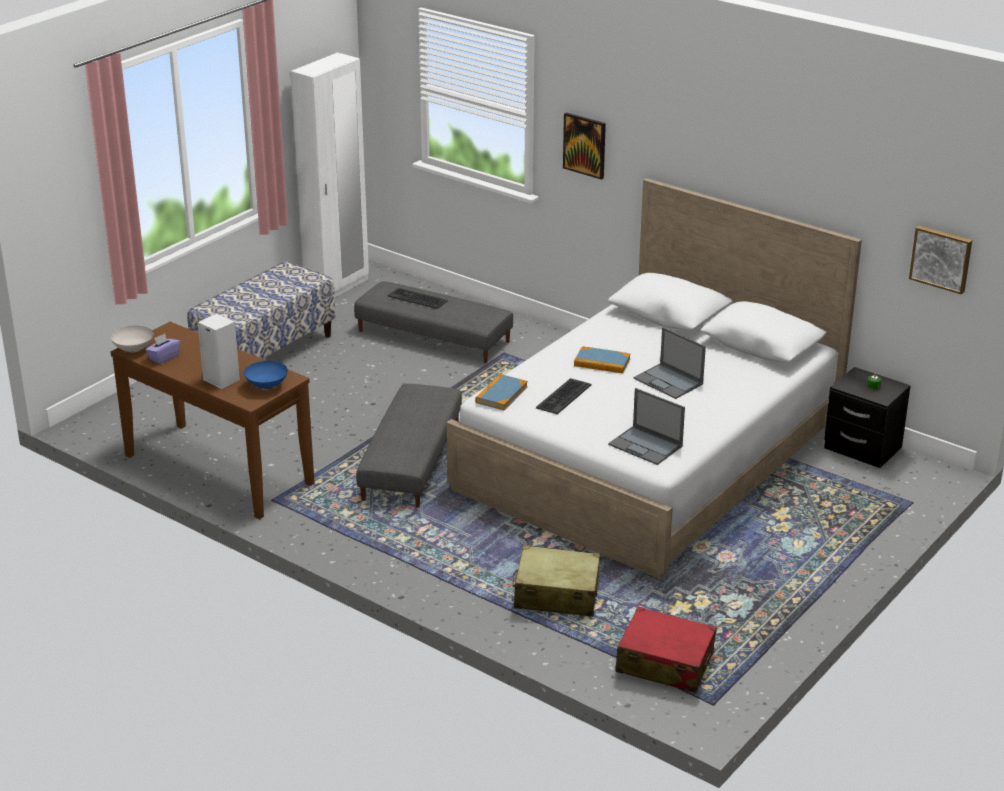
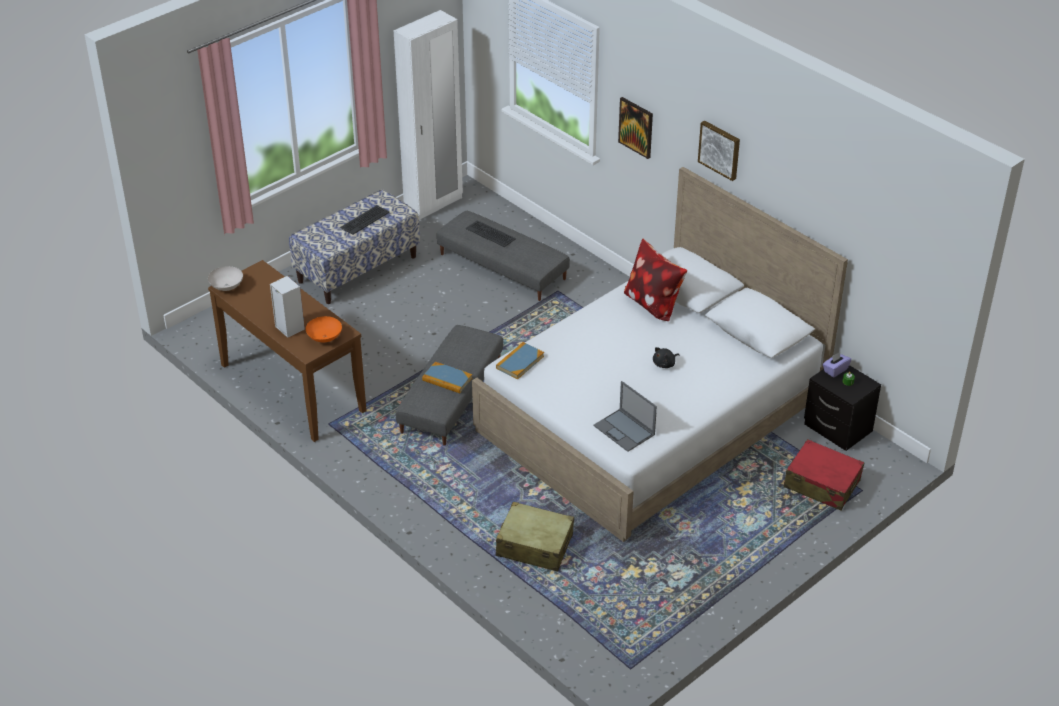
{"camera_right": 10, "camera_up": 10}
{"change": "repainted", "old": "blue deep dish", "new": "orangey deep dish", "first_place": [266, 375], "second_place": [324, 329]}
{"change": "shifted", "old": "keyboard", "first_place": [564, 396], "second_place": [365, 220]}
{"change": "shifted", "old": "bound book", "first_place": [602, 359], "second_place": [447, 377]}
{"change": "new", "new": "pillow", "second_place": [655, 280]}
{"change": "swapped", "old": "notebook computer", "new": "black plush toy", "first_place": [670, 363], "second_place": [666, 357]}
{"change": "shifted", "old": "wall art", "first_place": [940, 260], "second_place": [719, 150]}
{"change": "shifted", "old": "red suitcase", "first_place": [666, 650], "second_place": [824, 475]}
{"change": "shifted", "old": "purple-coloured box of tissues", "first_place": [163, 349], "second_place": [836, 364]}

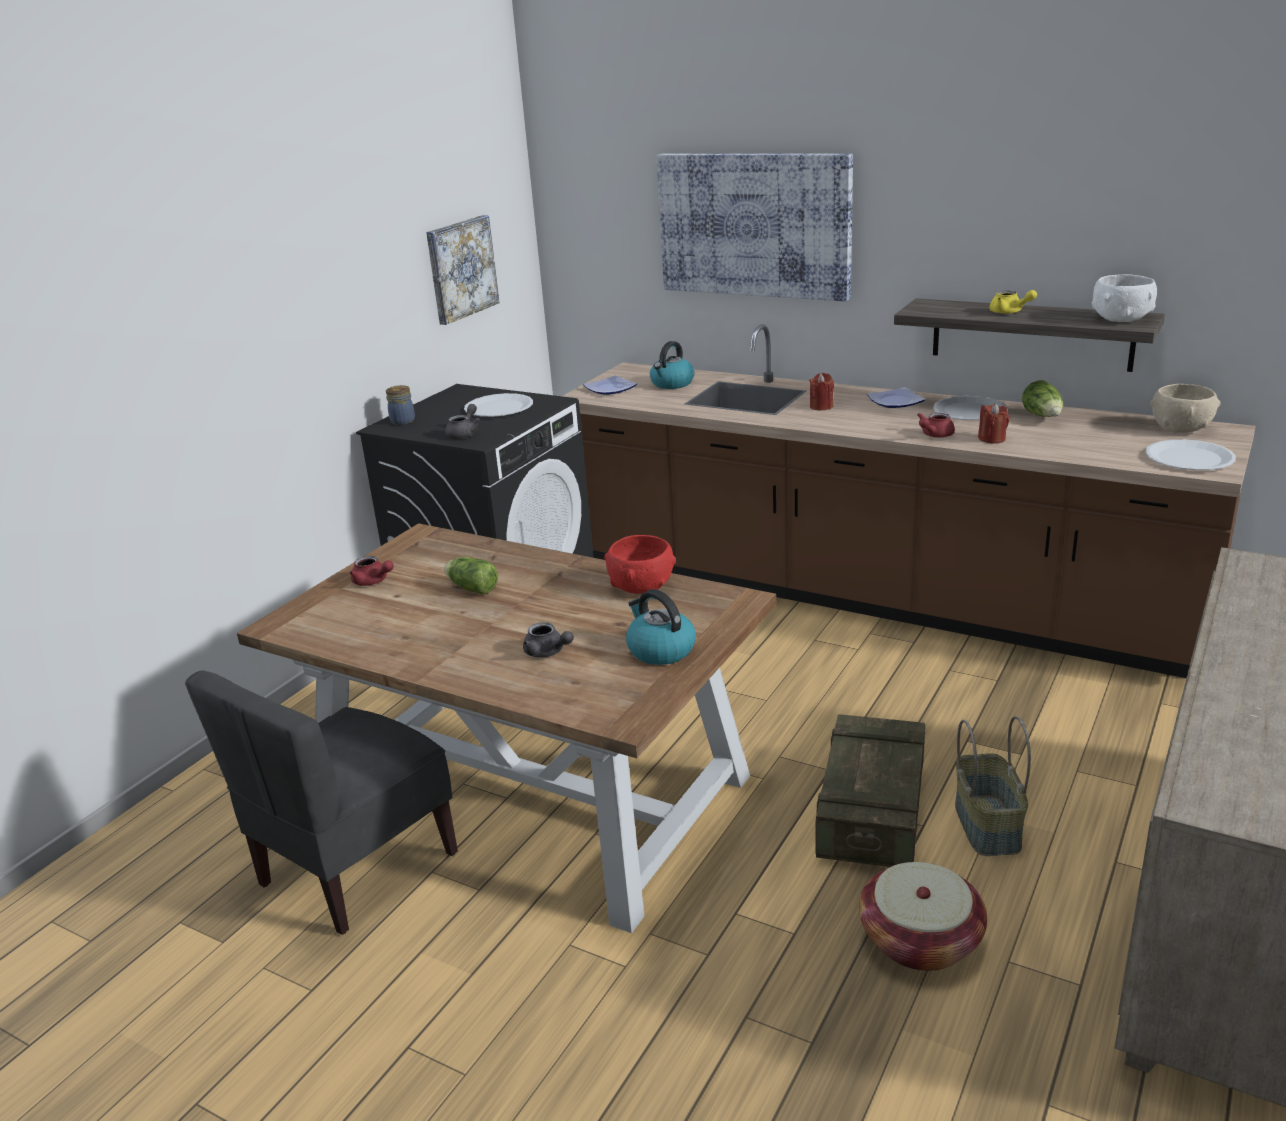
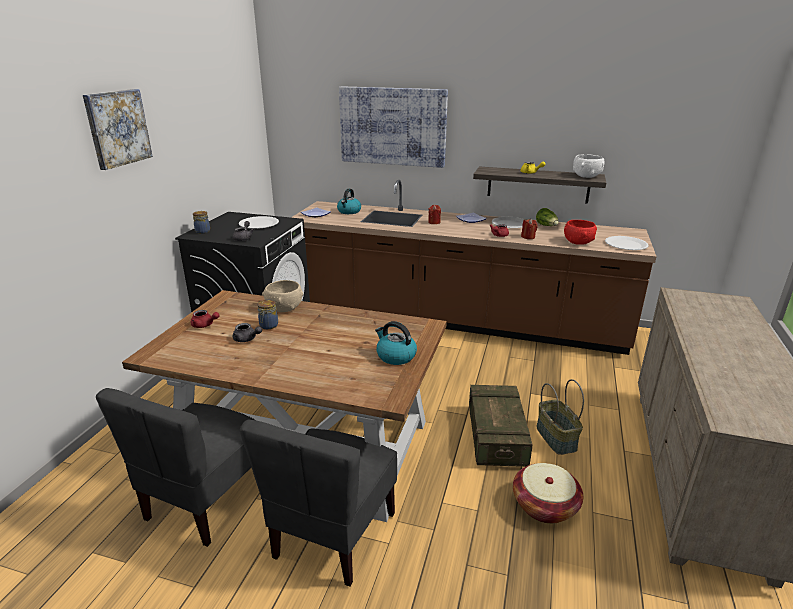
{"camera_right": -15, "camera_up": 0}
{"change": "shifted", "old": "wall art", "first_place": [462, 270], "second_place": [118, 129]}
{"change": "shifted", "old": "grey teapot", "first_place": [548, 640], "second_place": [247, 332]}
{"change": "new", "new": "grey chair", "second_place": [318, 503]}
{"change": "swapped", "old": "head of lettuce", "new": "preserve jar", "first_place": [471, 576], "second_place": [268, 314]}
{"change": "shifted", "old": "beige deep dish", "first_place": [1185, 408], "second_place": [282, 296]}
{"change": "shifted", "old": "red deep dish", "first_place": [640, 564], "second_place": [580, 232]}

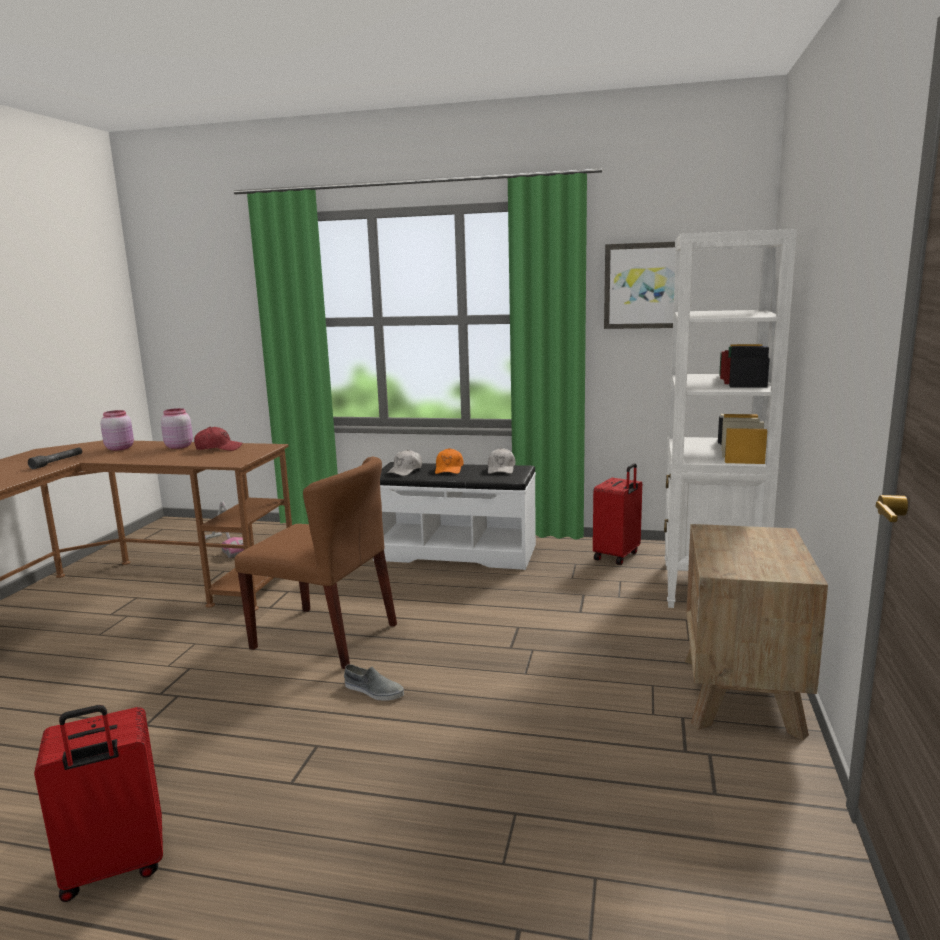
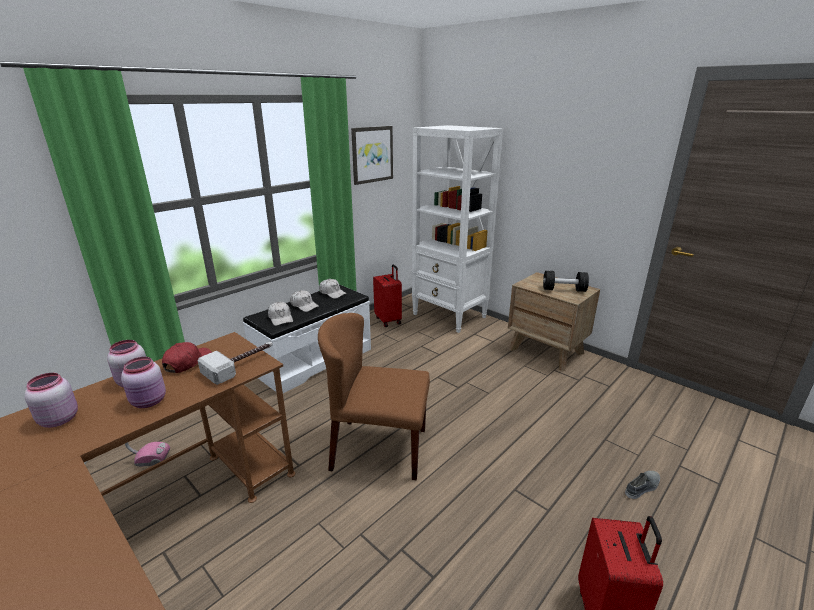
{"camera_right": -60, "camera_up": 10}
{"change": "new", "new": "pinkish preserve jar", "second_place": [143, 382]}
{"change": "new", "new": "hand hammer", "second_place": [235, 363]}
{"change": "repainted", "old": "orangey cap", "new": "whitish cap", "first_place": [449, 461], "second_place": [304, 301]}
{"change": "rotated", "old": "brown-coloured chair", "first_place": [316, 562], "second_place": [374, 396], "degrees": -135}
{"change": "new", "new": "black free weight", "second_place": [566, 281]}
{"change": "shifted", "old": "grey item of footwear", "first_place": [374, 682], "second_place": [642, 485]}
{"change": "gone", "old": "grey torch", "first_place": [55, 458]}

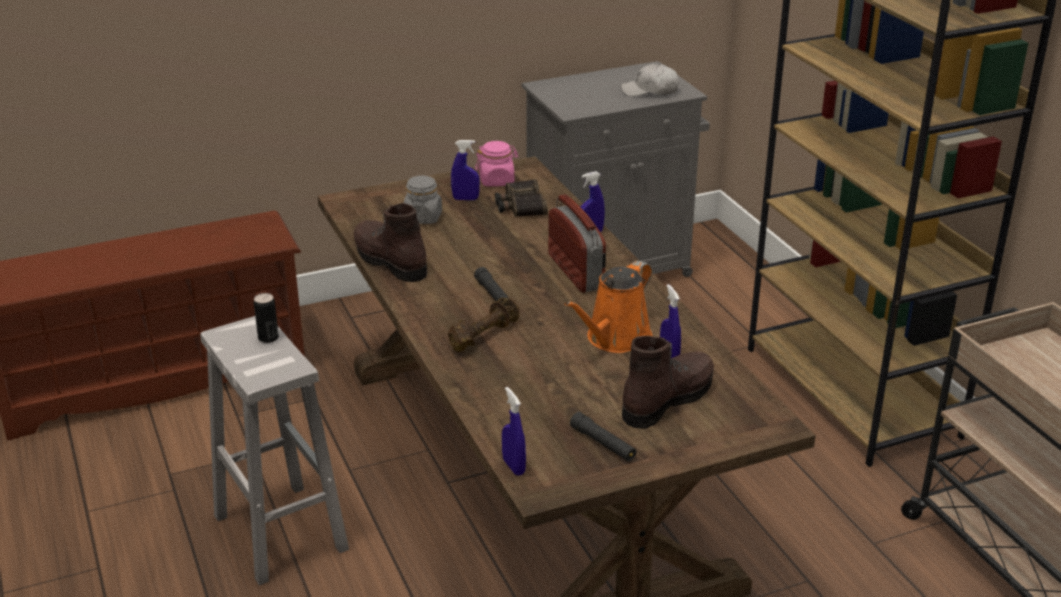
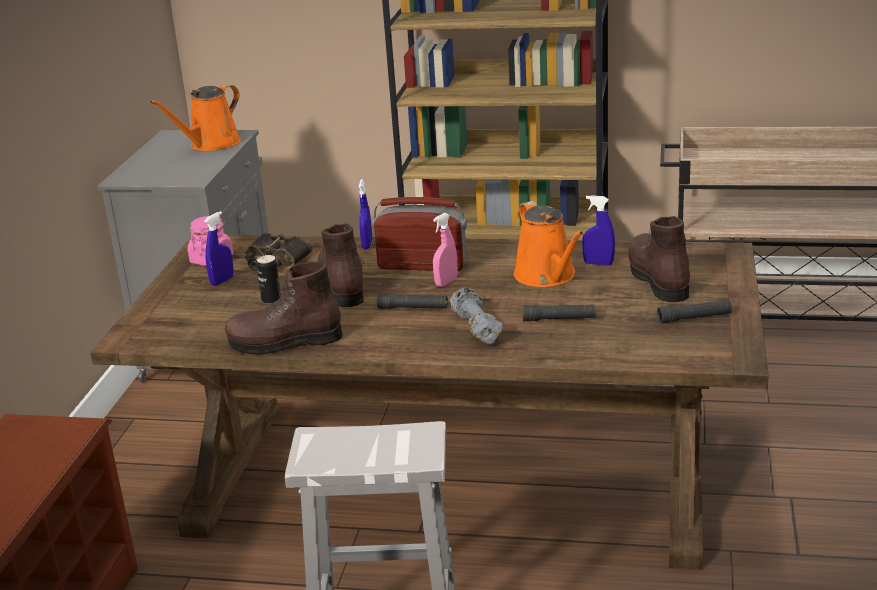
{"camera_right": -55, "camera_up": -5}
{"change": "swapped", "old": "whitish cap", "new": "orangey watering can", "first_place": [650, 79], "second_place": [195, 117]}
{"change": "shifted", "old": "can", "first_place": [266, 318], "second_place": [268, 279]}
{"change": "new", "new": "brown-coloured boot", "second_place": [341, 265]}
{"change": "new", "new": "pinkish hand sprayer", "second_place": [445, 250]}
{"change": "repainted", "old": "brown-coloured free weight", "new": "grey free weight", "first_place": [484, 325], "second_place": [476, 316]}
{"change": "new", "new": "black torch", "second_place": [559, 313]}
{"change": "gone", "old": "grey preserve jar", "first_place": [423, 200]}
{"change": "gone", "old": "blue hand sprayer", "first_place": [514, 431]}

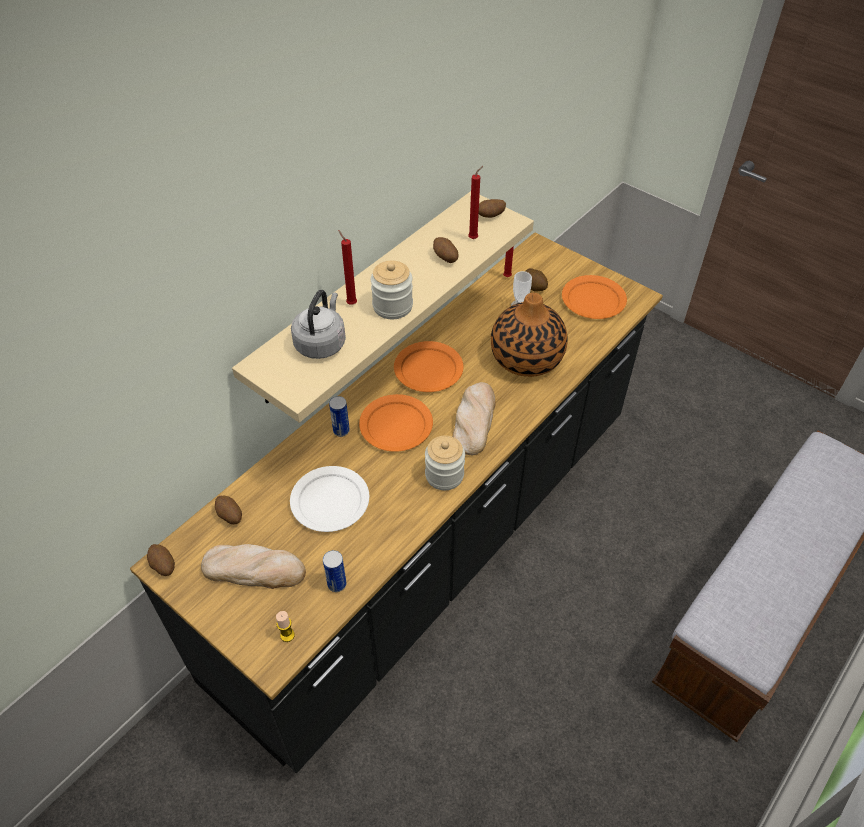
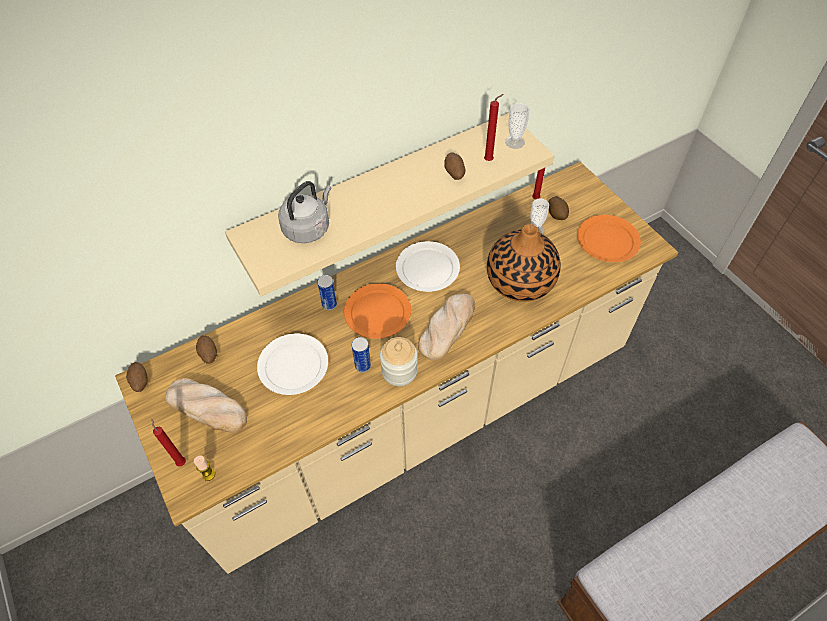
{"camera_right": 20, "camera_up": 5}
{"change": "repainted", "old": "black kitchen base unit", "new": "beige kitchen base unit", "first_place": [396, 502], "second_place": [396, 368]}
{"change": "shifted", "old": "red wax candle", "first_place": [347, 267], "second_place": [168, 442]}
{"change": "shifted", "old": "can", "first_place": [335, 571], "second_place": [361, 354]}
{"change": "repainted", "old": "orangey flat dish", "new": "whitish flat dish", "first_place": [429, 366], "second_place": [428, 266]}
{"change": "swapped", "old": "potato", "new": "small cup", "first_place": [492, 208], "second_place": [517, 126]}
{"change": "gone", "old": "preserve jar", "first_place": [392, 290]}

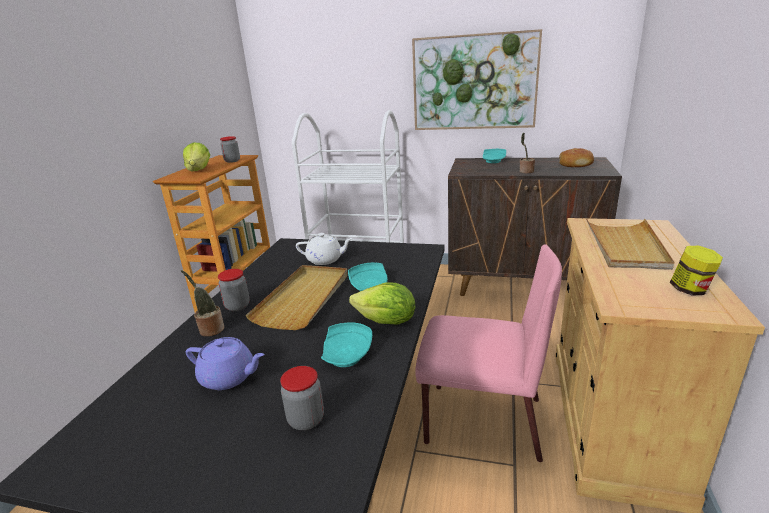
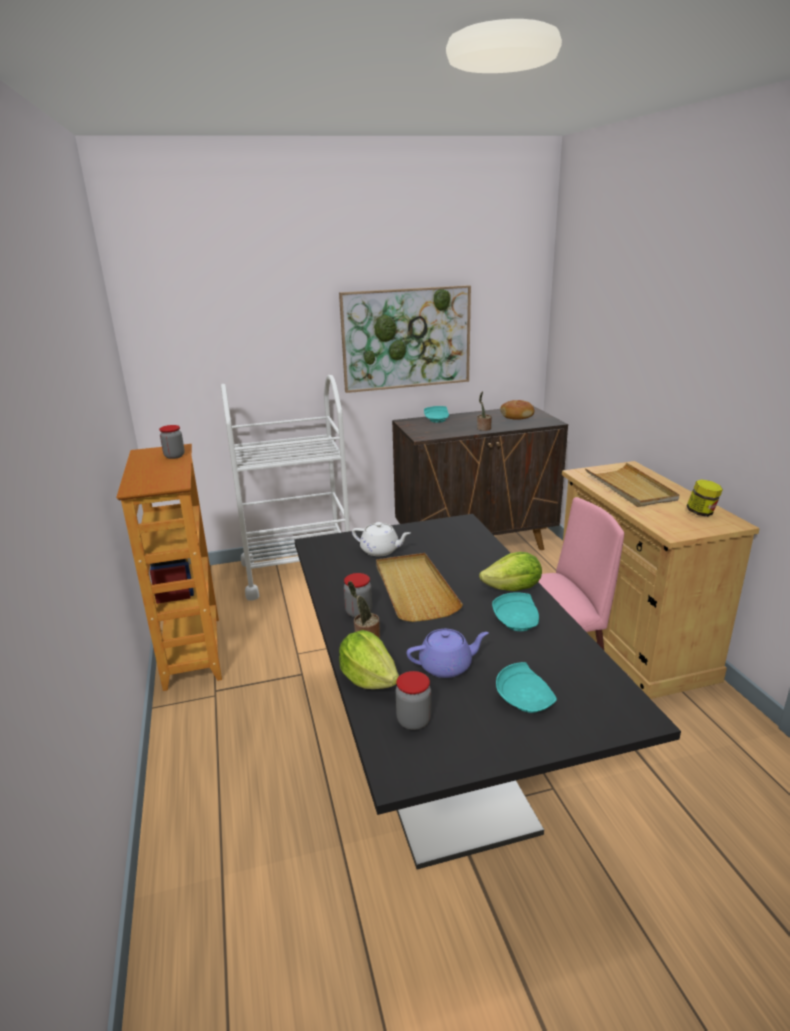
{"camera_right": -30, "camera_up": 0}
{"change": "shifted", "old": "head of lettuce", "first_place": [196, 157], "second_place": [369, 659]}
{"change": "rotated", "old": "whitish teapot", "first_place": [324, 249], "second_place": [381, 539], "degrees": 45}
{"change": "shifted", "old": "preserve jar", "first_place": [302, 398], "second_place": [413, 700]}
{"change": "shifted", "old": "blue-green flat dish", "first_place": [368, 276], "second_place": [526, 687]}

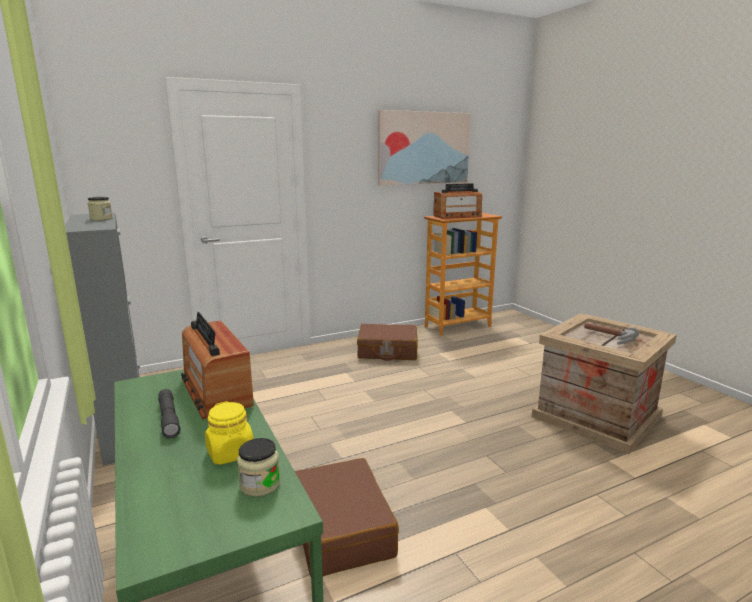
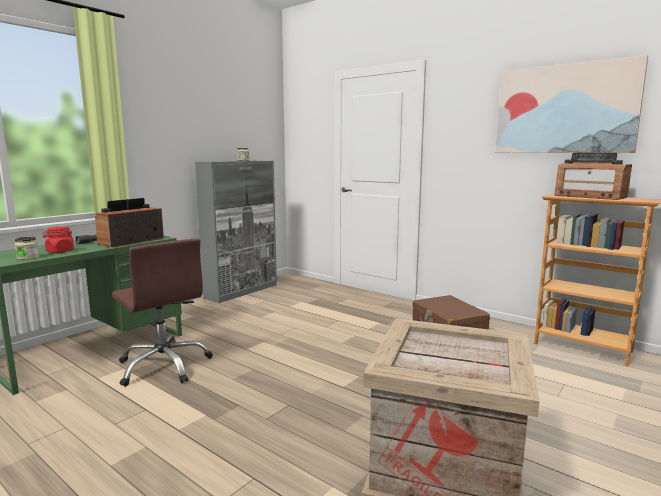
{"camera_right": 65, "camera_up": -5}
{"change": "repainted", "old": "yellowish preserve jar", "new": "red preserve jar", "first_place": [229, 433], "second_place": [58, 240]}
{"change": "swapped", "old": "brown-coloured suitcase", "new": "brown-coloured computer chair", "first_place": [347, 517], "second_place": [162, 312]}
{"change": "gone", "old": "hand hammer", "first_place": [611, 333]}

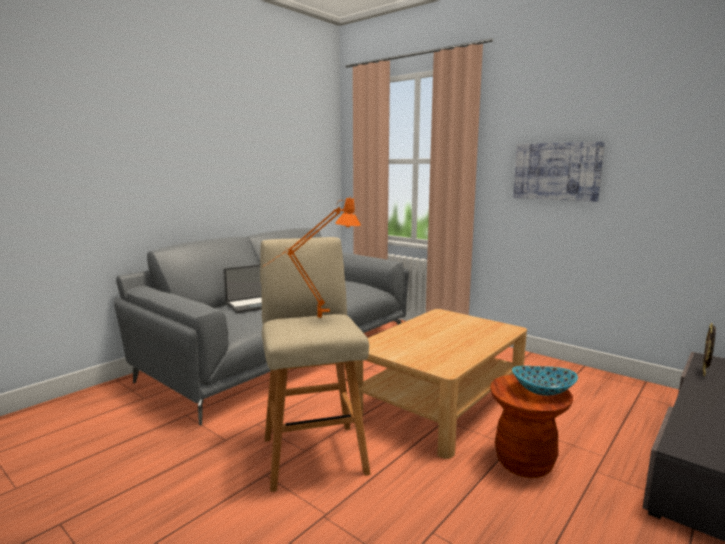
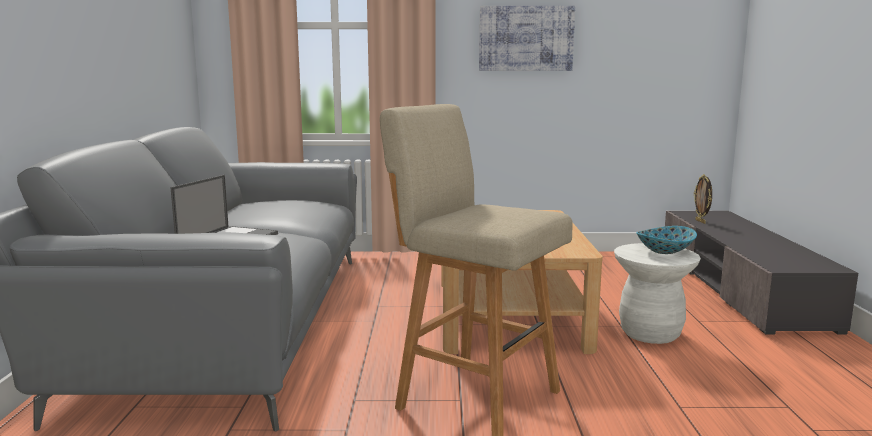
{"camera_right": -40, "camera_up": 0}
{"change": "repainted", "old": "brown-coloured stool seat", "new": "whitish stool seat", "first_place": [531, 426], "second_place": [657, 293]}
{"change": "gone", "old": "orangey table lamp", "first_place": [312, 258]}

